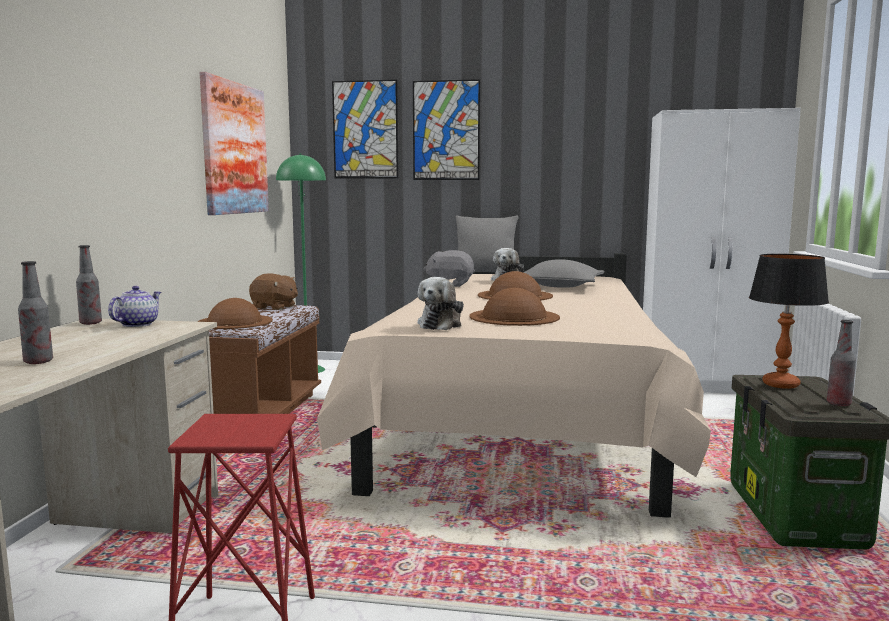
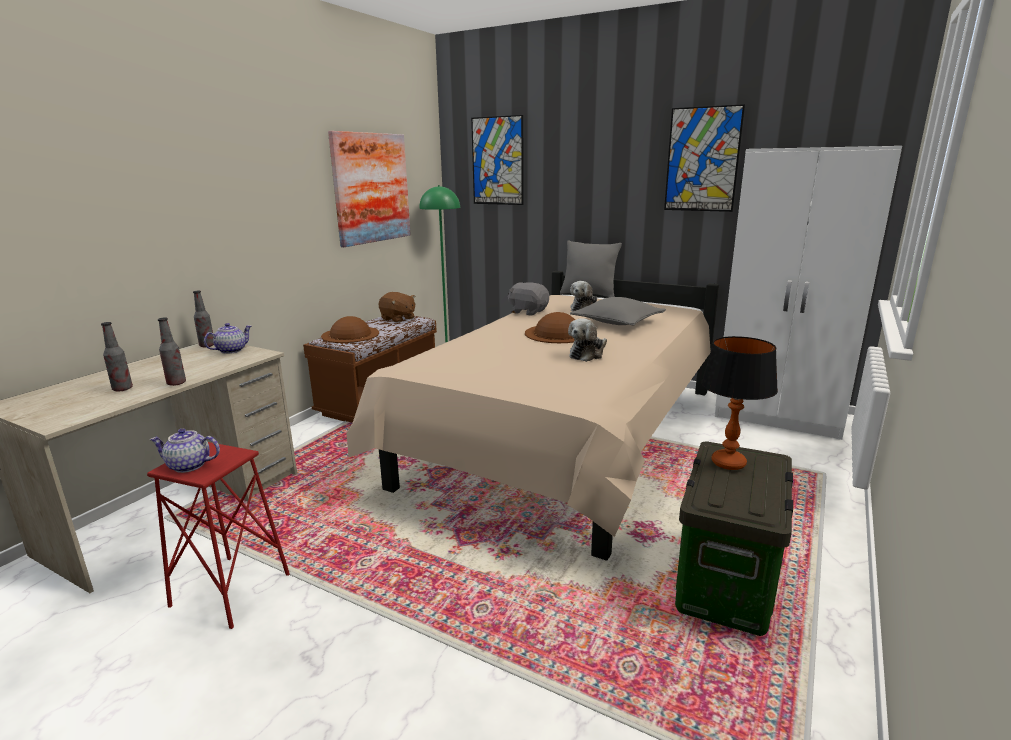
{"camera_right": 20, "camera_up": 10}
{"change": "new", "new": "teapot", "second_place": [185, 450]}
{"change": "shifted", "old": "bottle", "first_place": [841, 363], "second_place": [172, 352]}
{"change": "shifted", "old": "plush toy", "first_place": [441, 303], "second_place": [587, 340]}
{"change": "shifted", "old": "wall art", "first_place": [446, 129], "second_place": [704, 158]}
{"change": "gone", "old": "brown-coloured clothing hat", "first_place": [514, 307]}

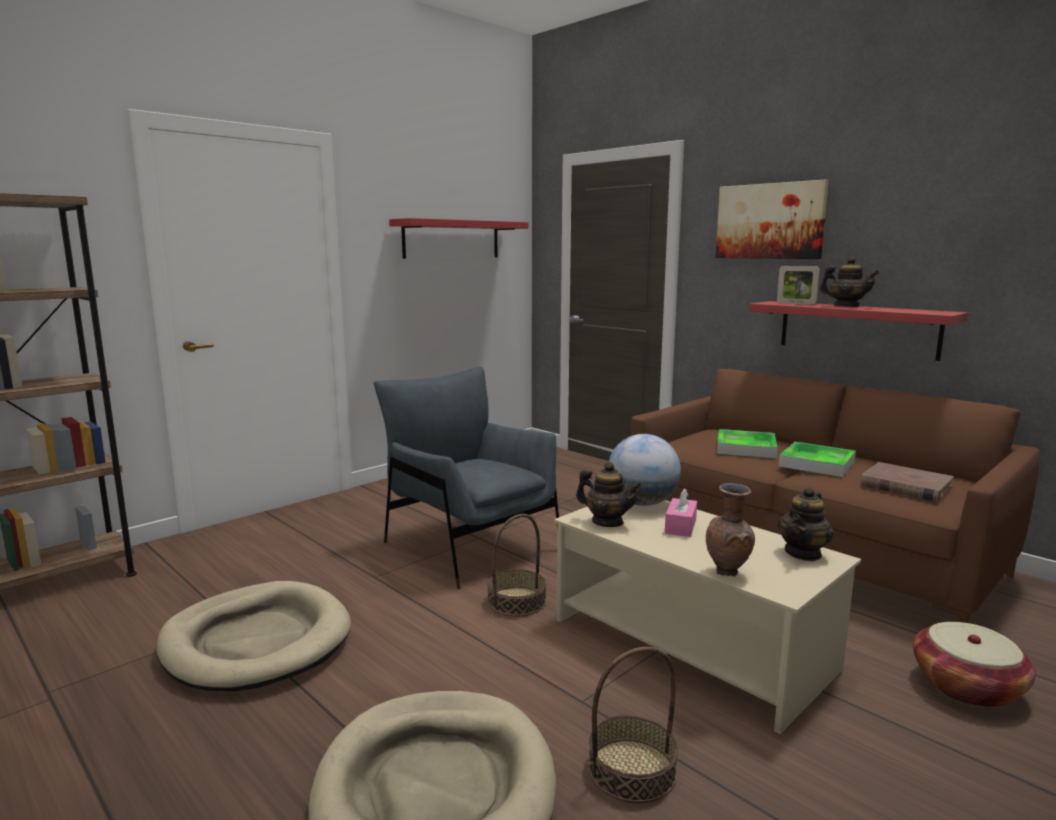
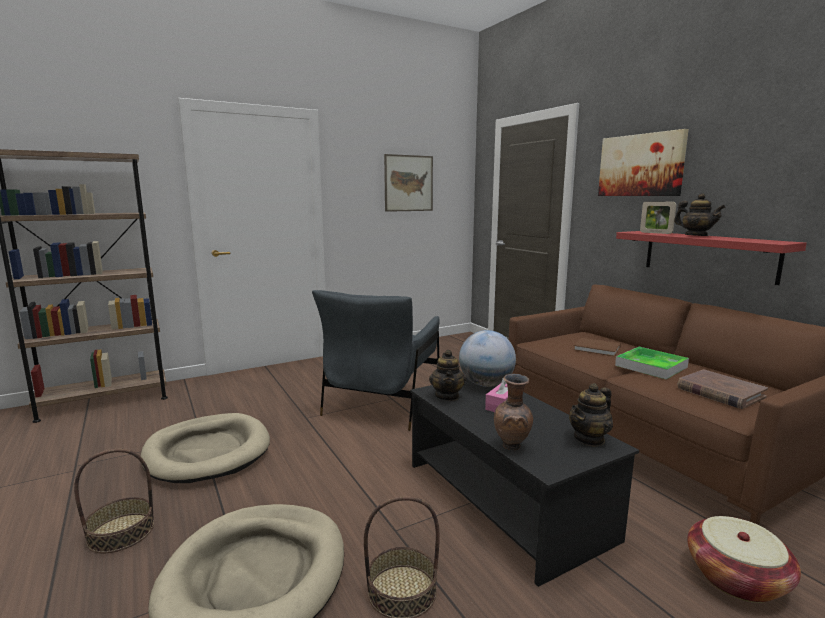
{"camera_right": 15, "camera_up": 0}
{"change": "shifted", "old": "storage basket", "first_place": [517, 565], "second_place": [114, 501]}
{"change": "rotated", "old": "grey easy chair", "first_place": [466, 478], "second_place": [376, 360], "degrees": -135}
{"change": "swapped", "old": "red shelf", "new": "wall art", "first_place": [458, 238], "second_place": [408, 183]}
{"change": "repainted", "old": "beige coffee table", "new": "black coffee table", "first_place": [707, 617], "second_place": [524, 482]}
{"change": "rotated", "old": "teapot", "first_place": [609, 494], "second_place": [447, 375], "degrees": 45}
{"change": "swapped", "old": "tray", "new": "brown-coloured bound book", "first_place": [747, 443], "second_place": [597, 347]}

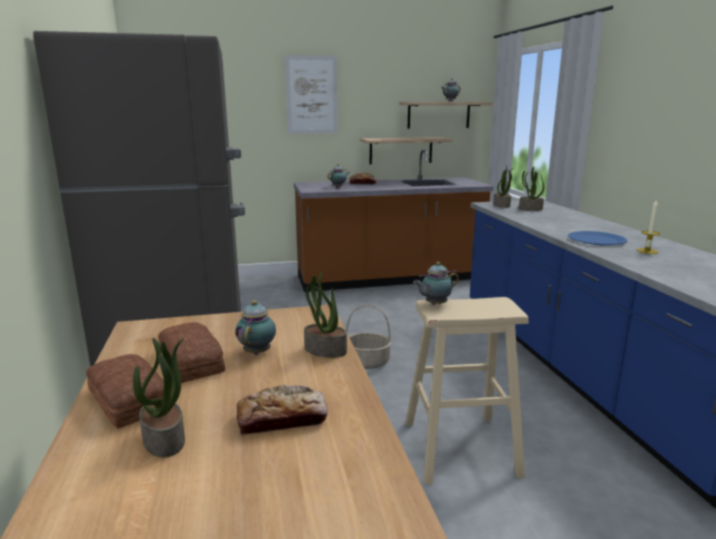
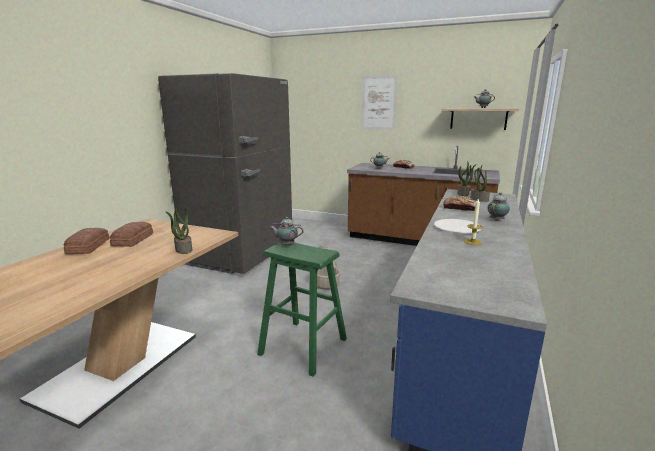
{"camera_right": 35, "camera_up": 0}
{"change": "repainted", "old": "beige stool seat", "new": "greenish stool seat", "first_place": [467, 391], "second_place": [302, 309]}
{"change": "repainted", "old": "blue flat dish", "new": "whitish flat dish", "first_place": [598, 238], "second_place": [457, 226]}
{"change": "shifted", "old": "baked bread", "first_place": [282, 410], "second_place": [459, 203]}
{"change": "shifted", "old": "teapot", "first_place": [255, 327], "second_place": [499, 206]}
{"change": "gone", "old": "plant in a pot", "first_place": [159, 397]}
{"change": "gone", "old": "shelf", "first_place": [406, 150]}

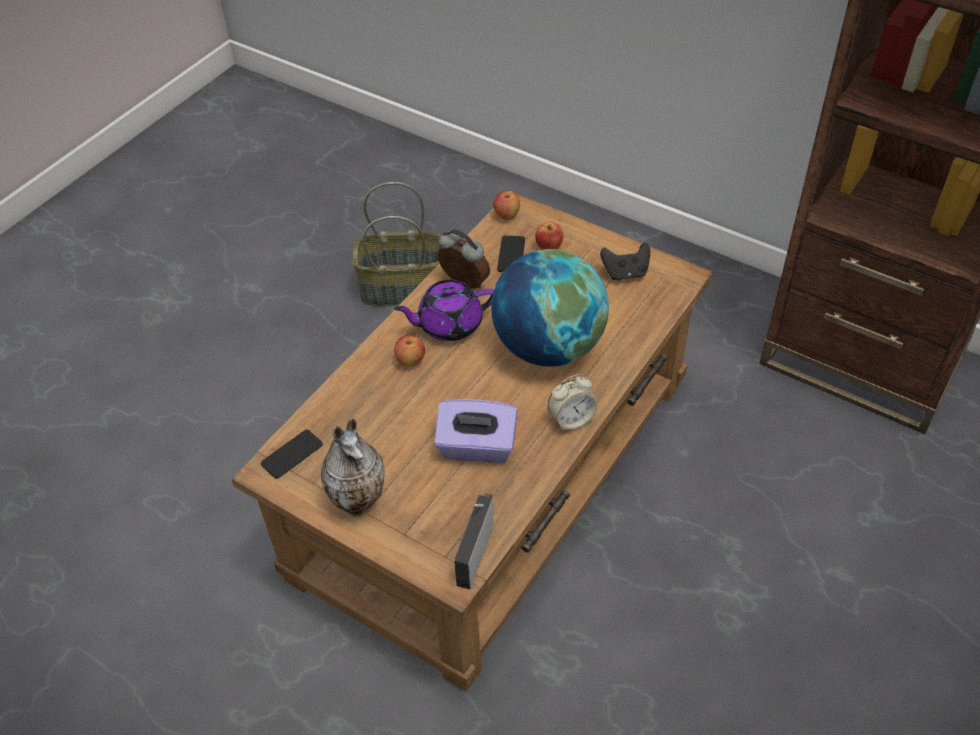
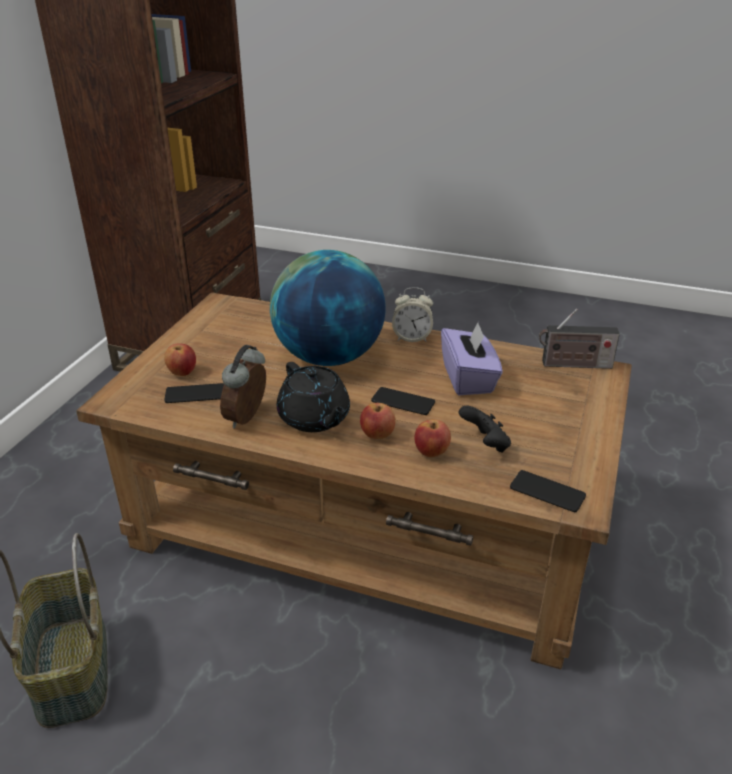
{"camera_right": -105, "camera_up": -15}
{"change": "repainted", "old": "purple-coloured teapot", "new": "black teapot", "first_place": [444, 310], "second_place": [313, 397]}
{"change": "new", "new": "telephone", "second_place": [403, 401]}
{"change": "rotated", "old": "table clock", "first_place": [573, 403], "second_place": [412, 314], "degrees": 135}
{"change": "shifted", "old": "whole apple", "first_place": [506, 205], "second_place": [432, 438]}
{"change": "shifted", "old": "black gamepad", "first_place": [625, 261], "second_place": [485, 429]}
{"change": "gone", "old": "vase", "first_place": [353, 468]}

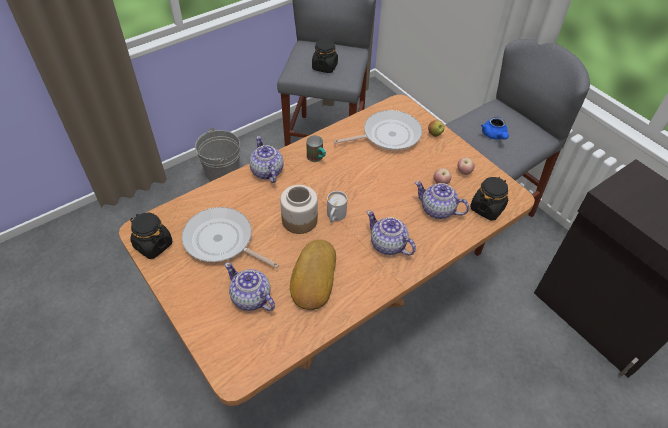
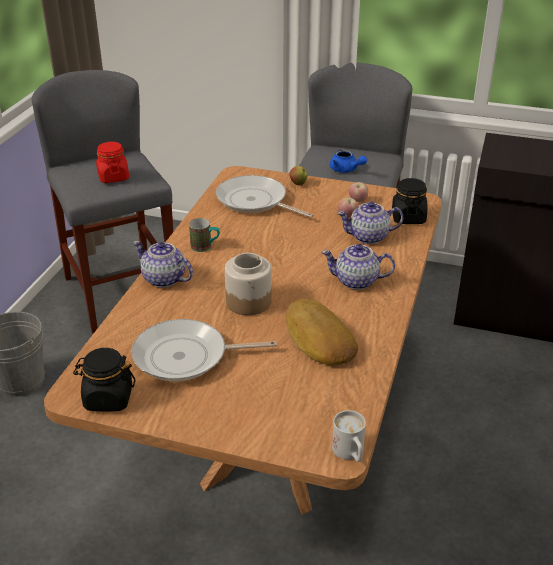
{"camera_right": -35, "camera_up": -15}
{"change": "repainted", "old": "black preserve jar", "new": "red preserve jar", "first_place": [325, 56], "second_place": [112, 162]}
{"change": "rotated", "old": "frying pan", "first_place": [378, 130], "second_place": [265, 196], "degrees": -90}
{"change": "shifted", "old": "whitish coffee mug", "first_place": [337, 207], "second_place": [349, 436]}
{"change": "gone", "old": "teapot", "first_place": [250, 286]}

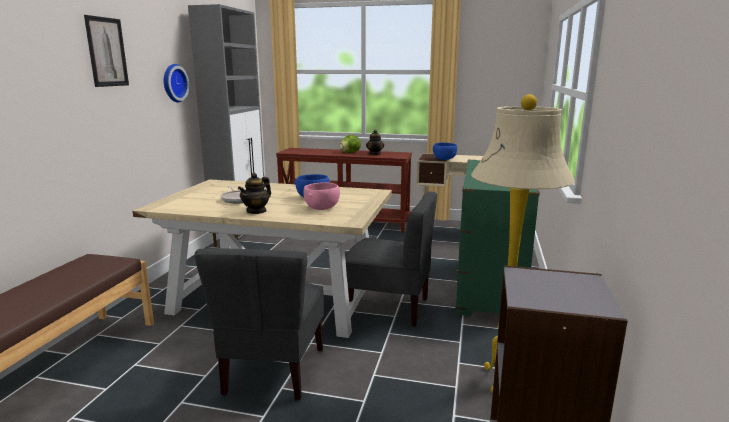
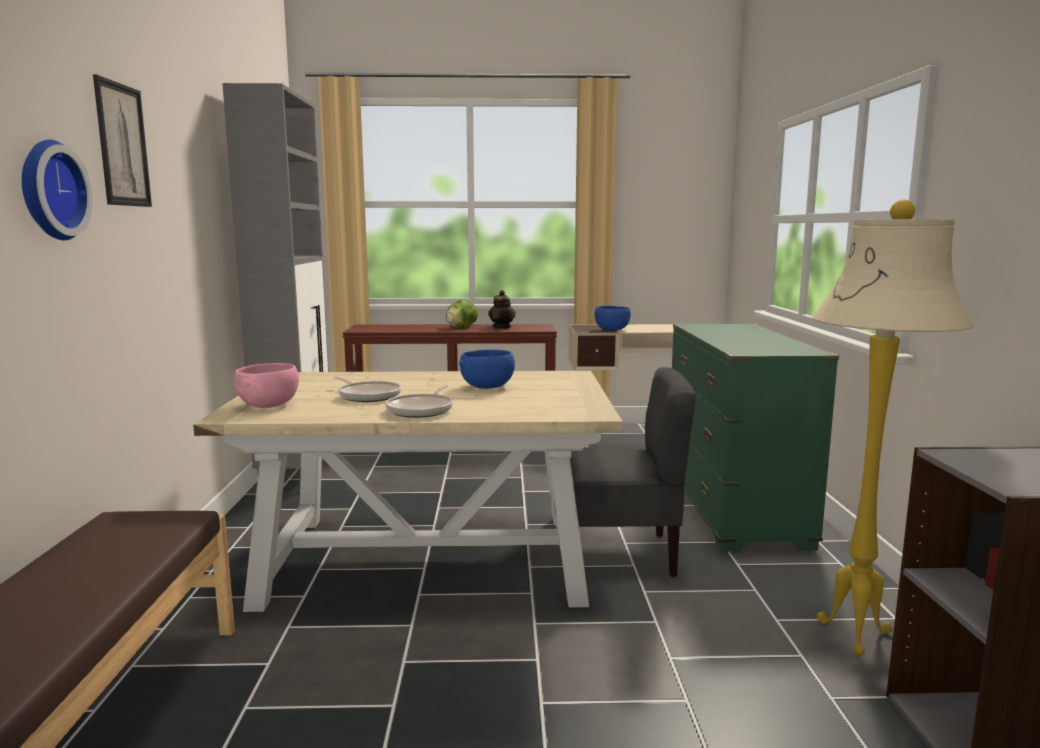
{"camera_right": -15, "camera_up": -5}
{"change": "shifted", "old": "clock on the wall", "first_place": [176, 83], "second_place": [57, 190]}
{"change": "shifted", "old": "pinkish deep dish", "first_place": [321, 196], "second_place": [266, 385]}
{"change": "swapped", "old": "teapot", "new": "frying pan", "first_place": [254, 193], "second_place": [419, 401]}
{"change": "gone", "old": "grey chair", "first_place": [259, 324]}

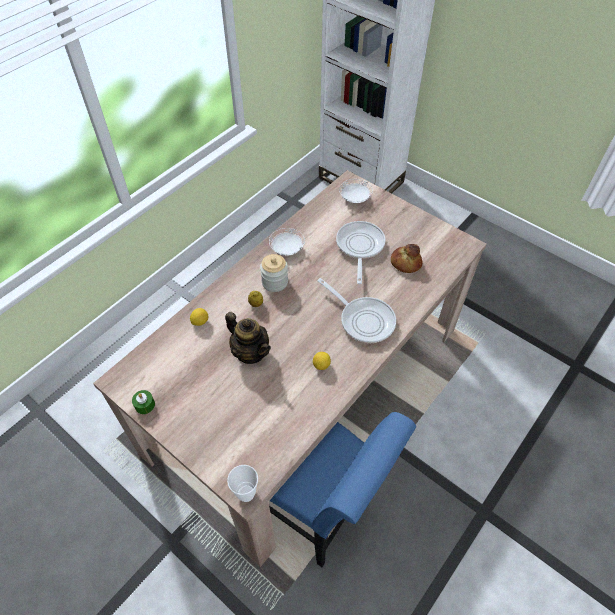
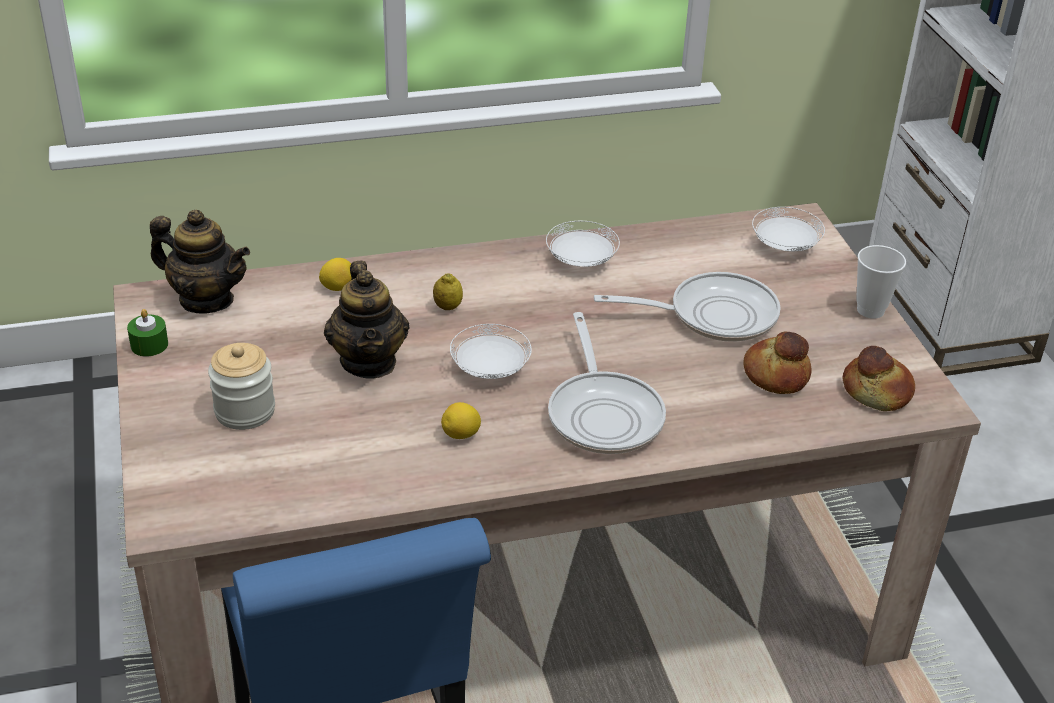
{"camera_right": 35, "camera_up": -15}
{"change": "new", "new": "teapot", "second_place": [200, 262]}
{"change": "shifted", "old": "preserve jar", "first_place": [274, 273], "second_place": [241, 386]}
{"change": "new", "new": "whitish flat dish", "second_place": [491, 351]}
{"change": "rotated", "old": "frying pan", "first_place": [361, 252], "second_place": [687, 307], "degrees": 45}
{"change": "new", "new": "baked bread", "second_place": [879, 378]}
{"change": "shifted", "old": "small cup", "first_place": [242, 483], "second_place": [881, 282]}

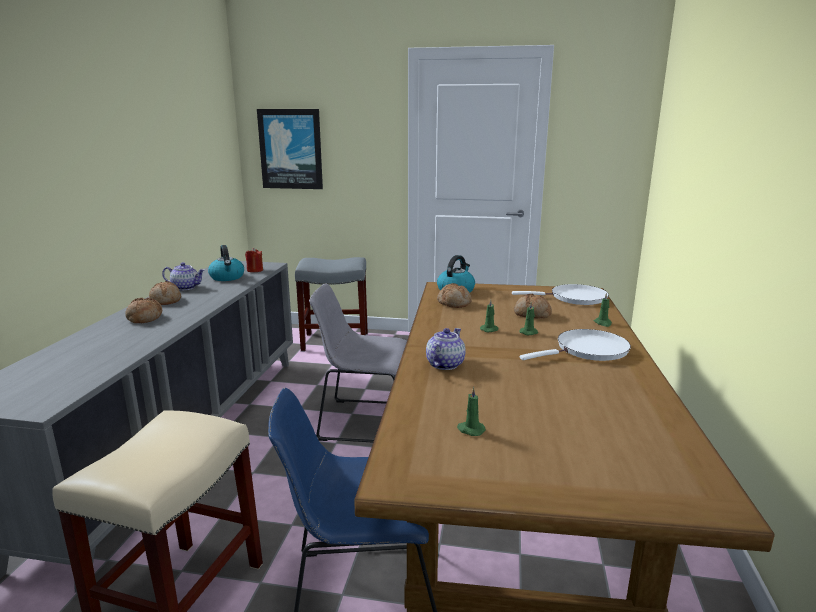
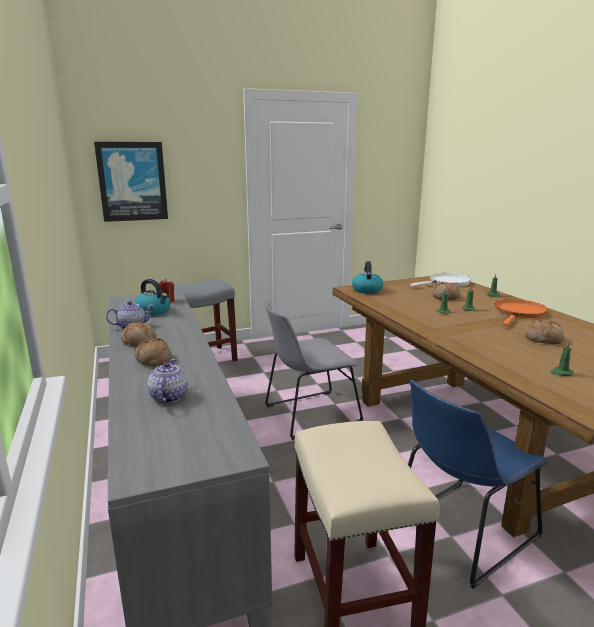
{"camera_right": -30, "camera_up": 0}
{"change": "shifted", "old": "teapot", "first_place": [446, 349], "second_place": [167, 381]}
{"change": "repainted", "old": "whitish frying pan", "new": "orangey frying pan", "first_place": [575, 345], "second_place": [521, 312]}
{"change": "shifted", "old": "baked bread", "first_place": [454, 295], "second_place": [545, 331]}

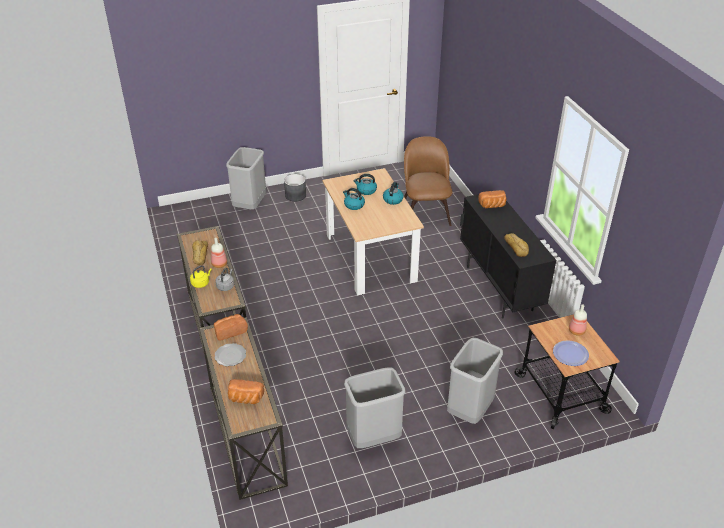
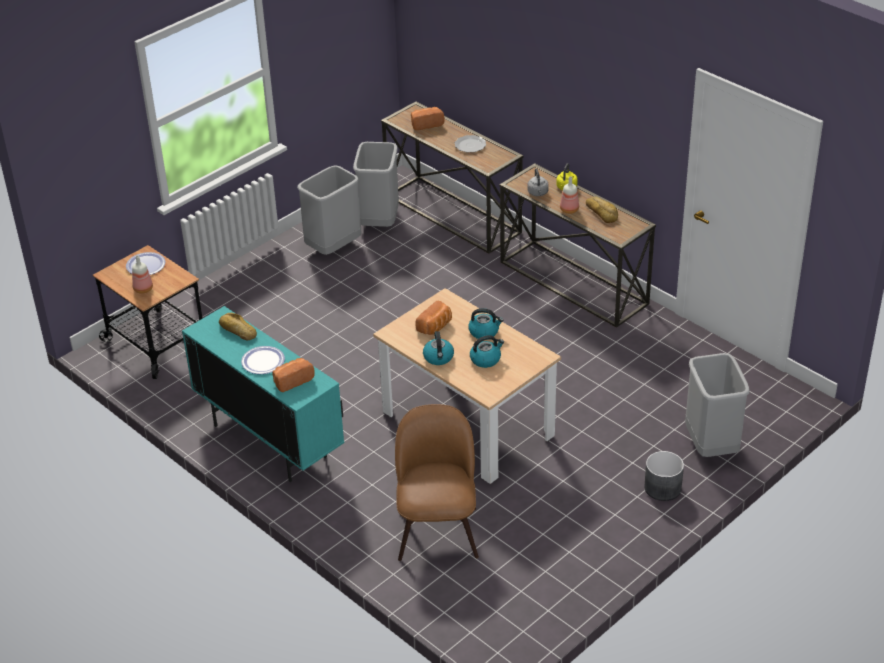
{"camera_right": 155, "camera_up": 0}
{"change": "repainted", "old": "black storage cabinet", "new": "blue-green storage cabinet", "first_place": [508, 254], "second_place": [263, 394]}
{"change": "new", "new": "flat dish", "second_place": [263, 360]}
{"change": "shifted", "old": "grey rubbish bin", "first_place": [475, 380], "second_place": [376, 184]}
{"change": "rotated", "old": "brown-coloured chair", "first_place": [428, 181], "second_place": [437, 482], "degrees": -150}
{"change": "shifted", "old": "baked bread", "first_place": [231, 327], "second_place": [433, 317]}

